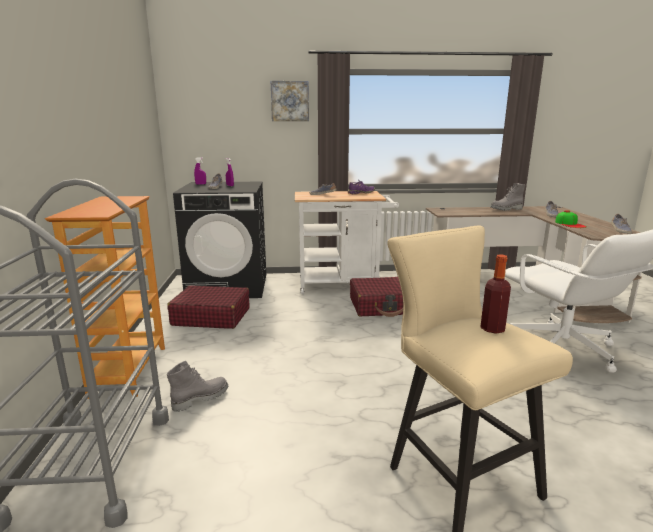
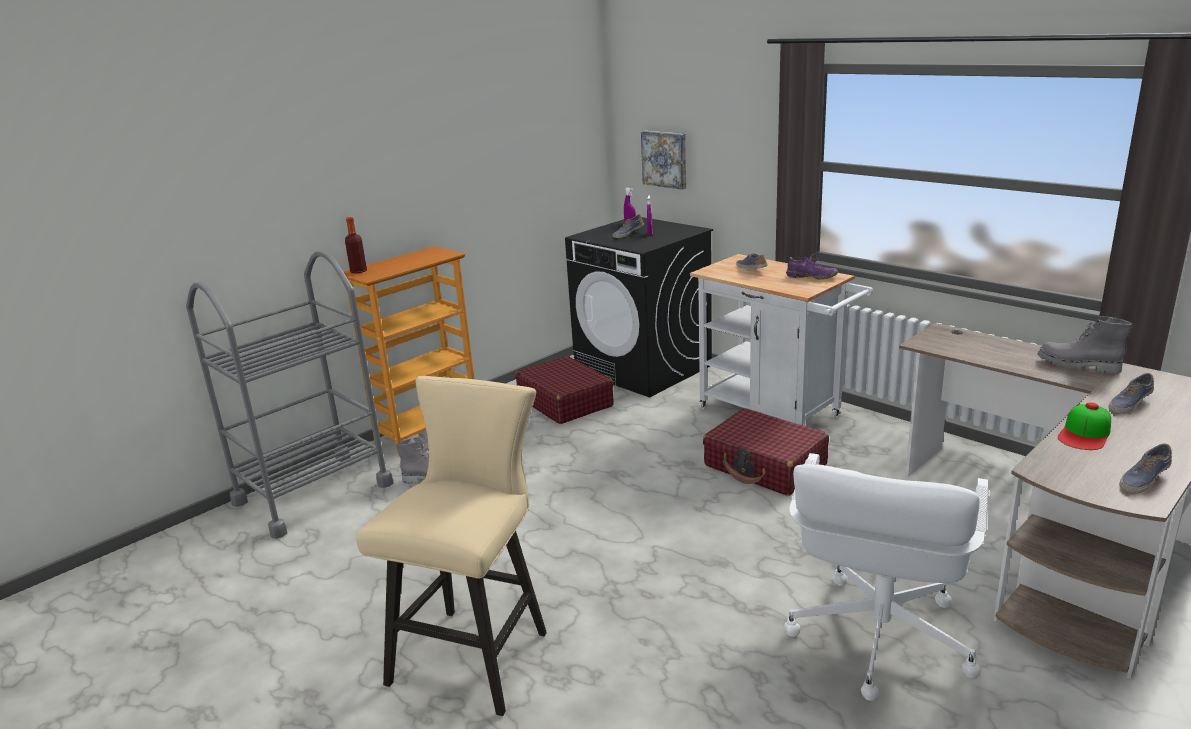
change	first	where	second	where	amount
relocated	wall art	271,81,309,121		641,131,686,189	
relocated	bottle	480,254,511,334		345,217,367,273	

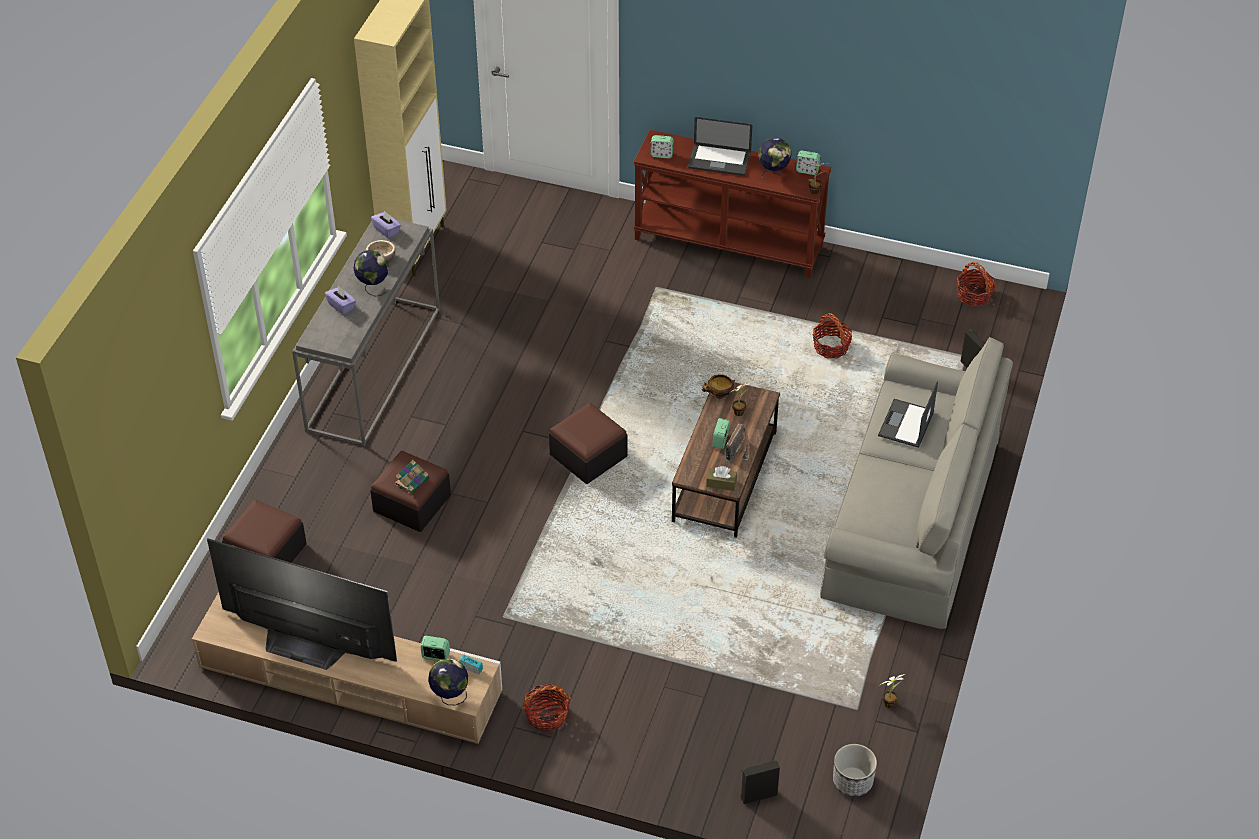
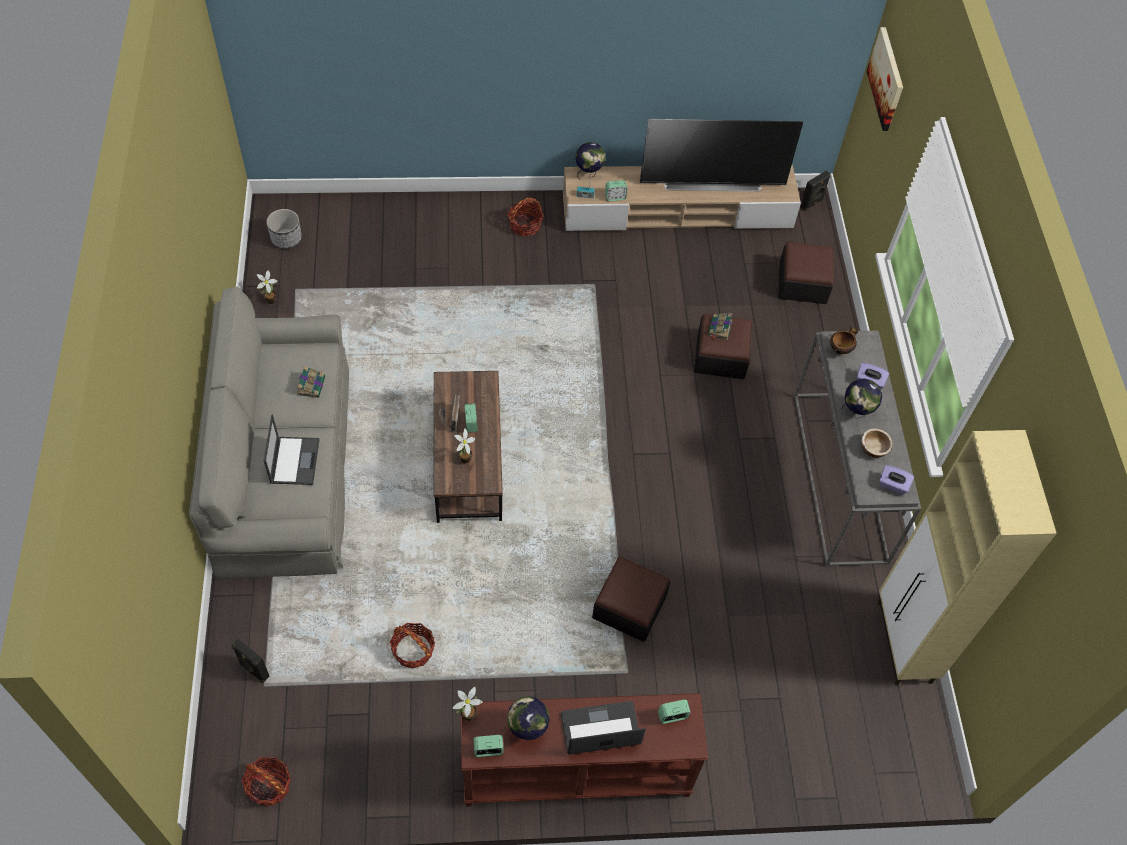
change	first	where	second	where	amount
relocated	bowl	702,374,735,399		830,326,858,355	
relocated	ottoman	549,403,627,484		592,557,671,642	
missing	brownish tissue box	706,466,737,491			
relocated	black-coloured loudspeaker	740,760,780,804		800,171,831,211	
appeared			wall art	867,27,903,131	
appeared			volume	297,366,325,398	

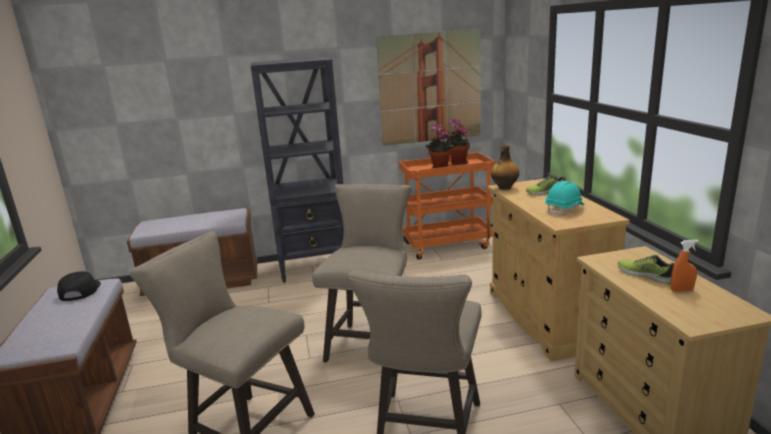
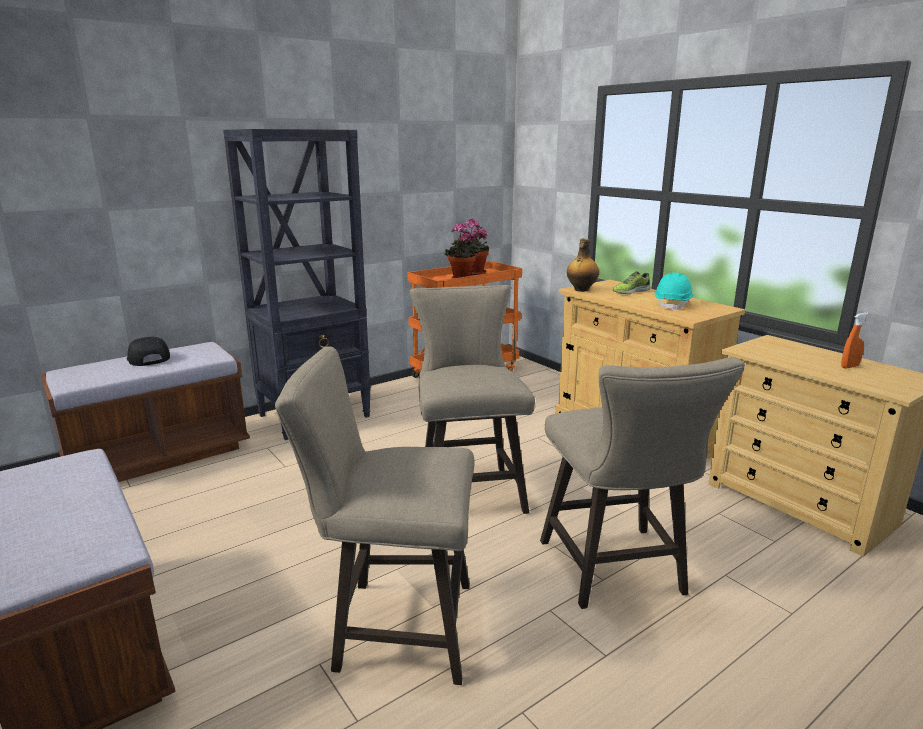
change	first	where	second	where	amount
missing	wall art	376,29,481,146			
missing	low shoe	618,255,675,285			
relocated	black-coloured baseball cap	57,271,101,301		126,337,170,366	

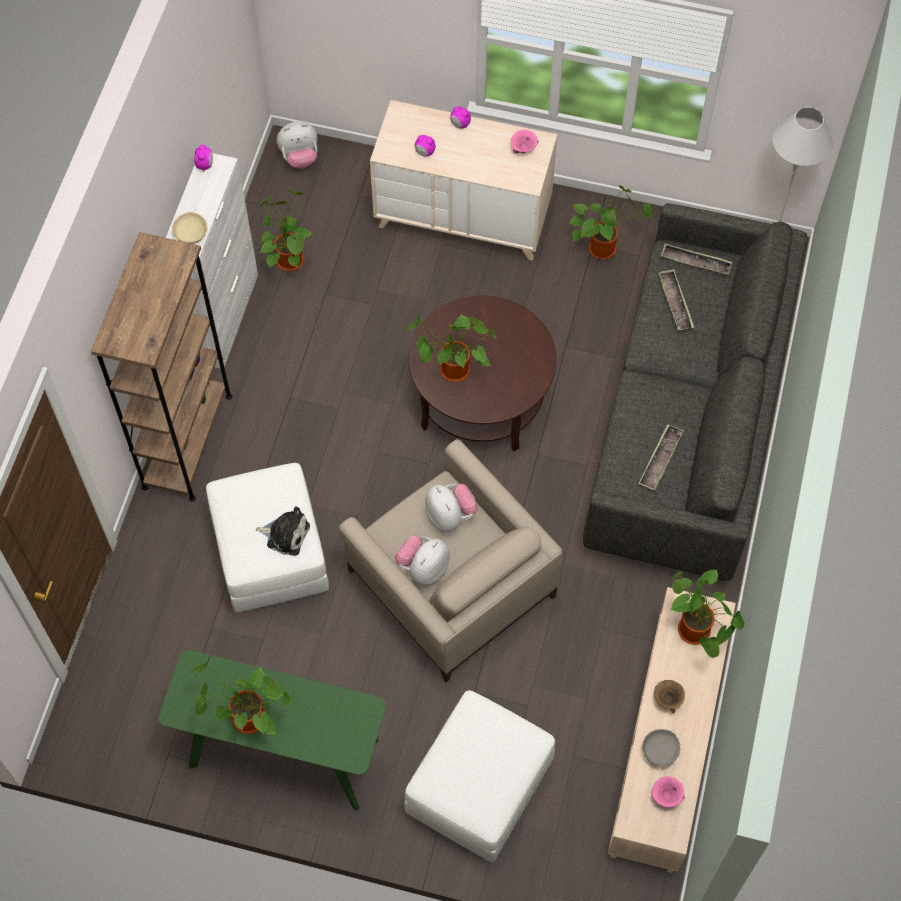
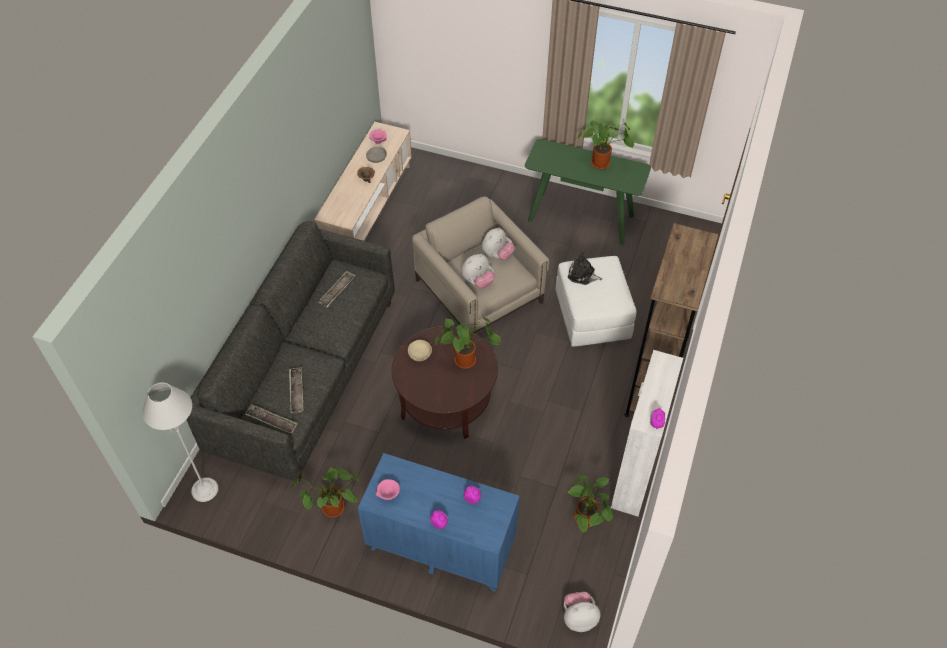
change	first	where	second	where	amount
colour	beige-coloured drawer chest	370,100,557,261	blue drawer chest	358,453,520,592	
relocated	beige-coloured bowl	172,212,208,244		408,340,432,361	
spun	cuddly toy	425,484,477,532		461,254,495,288	105 degrees counterclockwise
missing	potted plant	670,570,745,658			
missing	white ottoman	404,690,555,862			

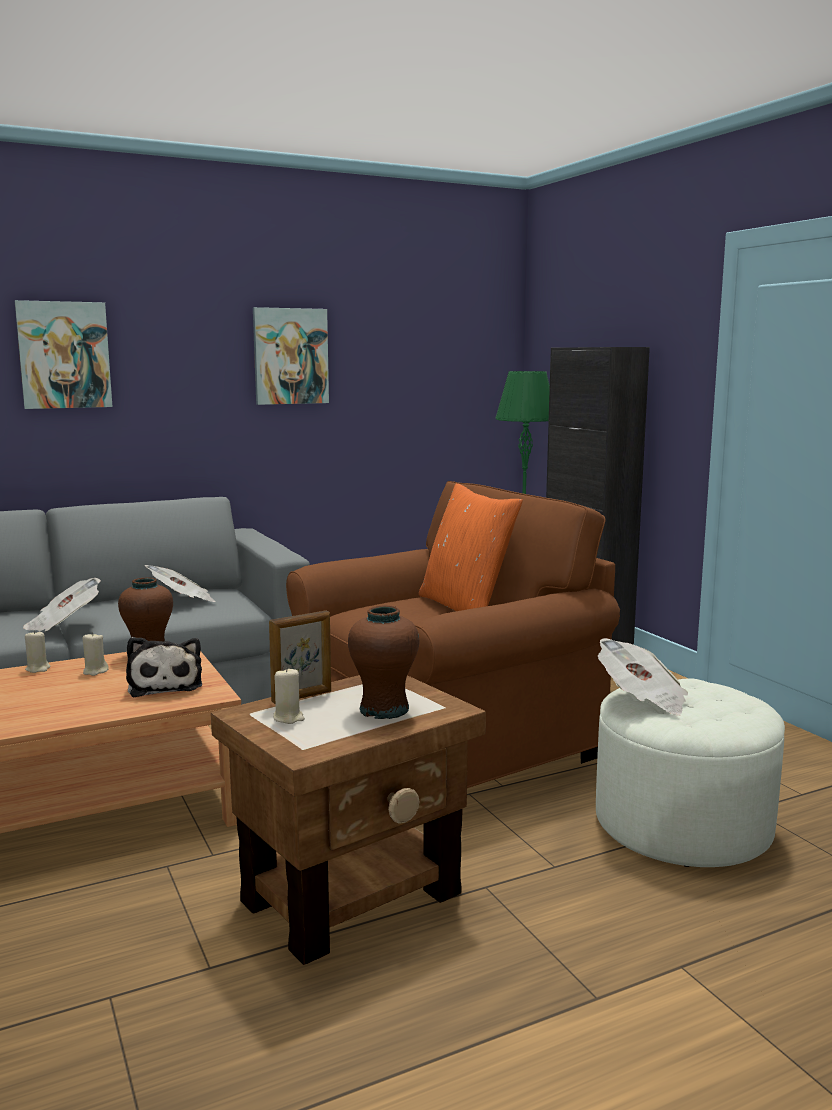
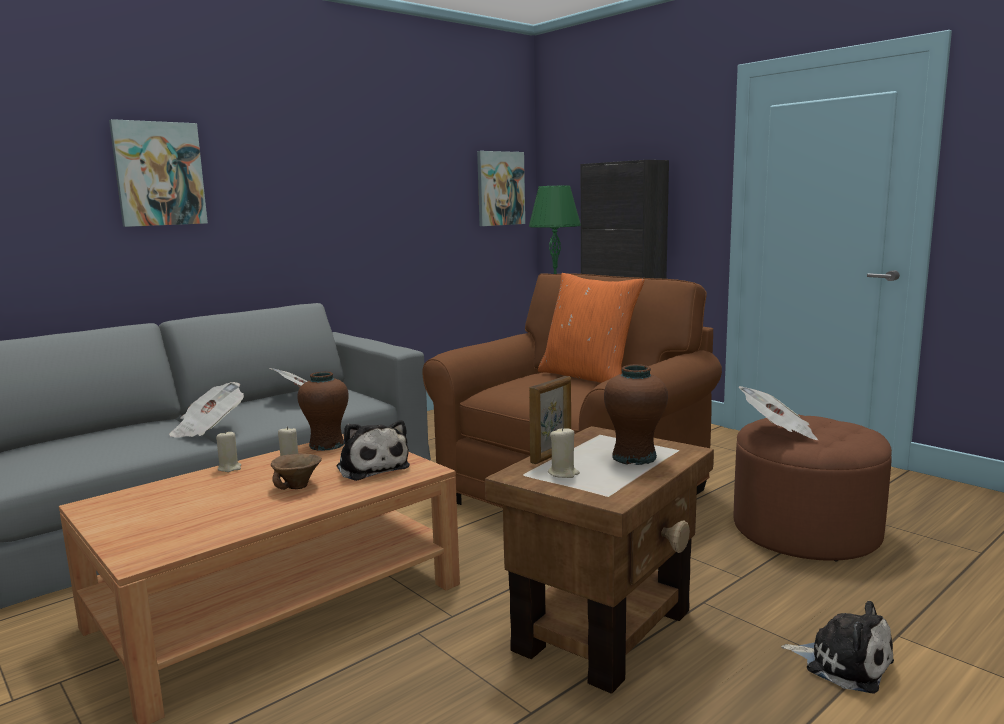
change	first	where	second	where	amount
relocated	wall art	253,307,329,405		477,151,525,226	
colour	white ottoman	596,678,785,867	brownish ottoman	734,414,892,561	
appeared			brownish bowl	271,454,322,490	
appeared			cuddly toy	781,601,894,693	

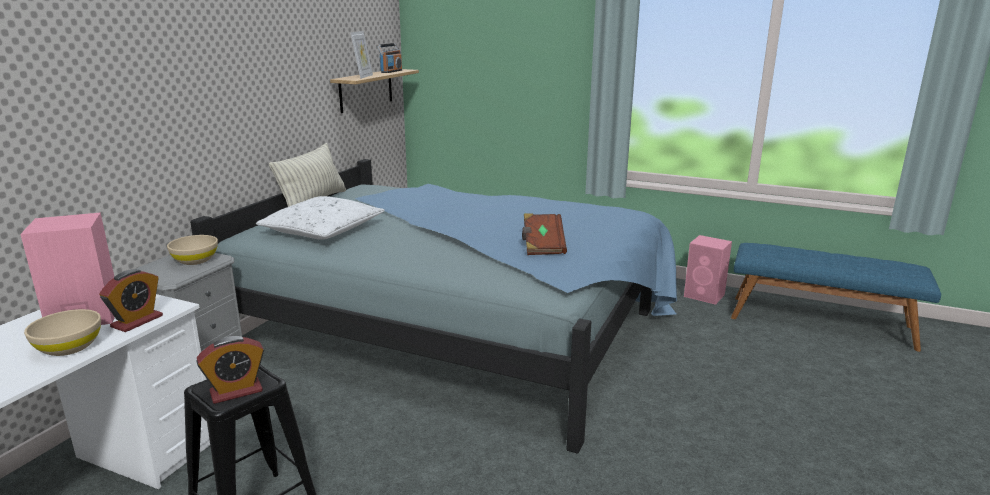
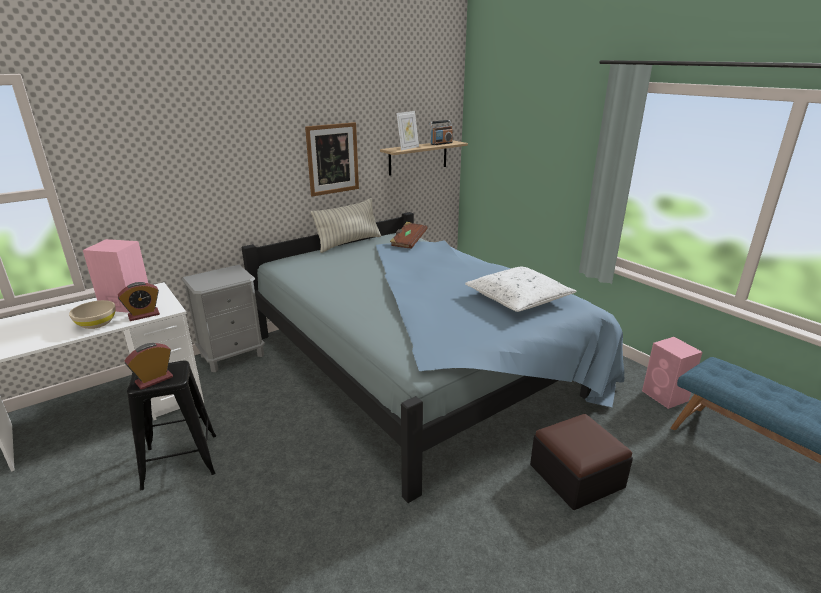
change	first	where	second	where	amount
relocated	white throw pillow	256,196,385,240		465,267,577,312	
relocated	brownish volume	522,213,567,255		390,222,428,249	
missing	beige-coloured bowl	167,235,218,265			
spun	table clock	196,336,264,404		124,343,173,390	135 degrees clockwise
appeared			wall art	305,122,359,197	
appeared			ottoman	530,414,633,510	

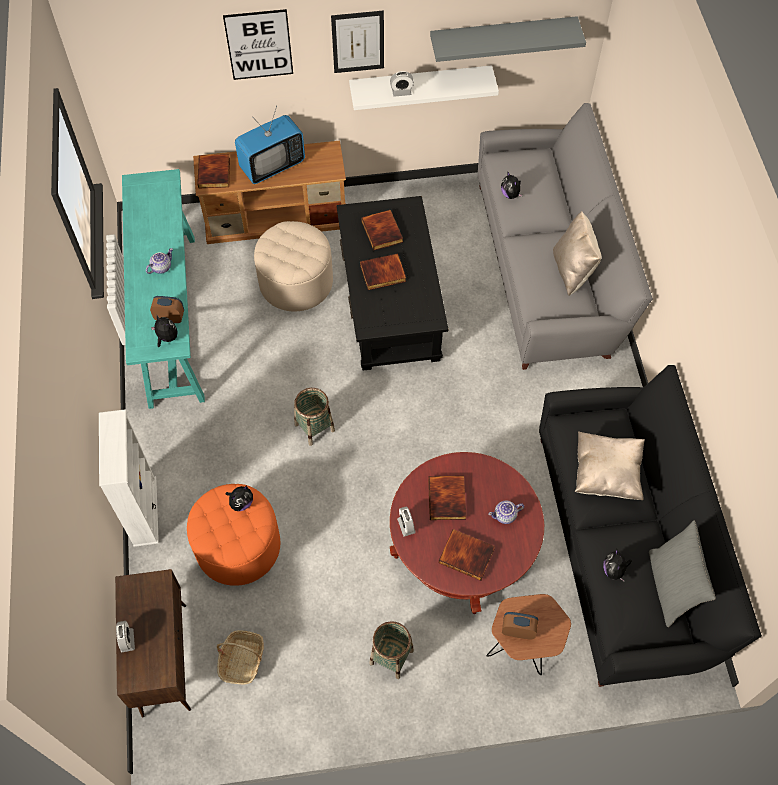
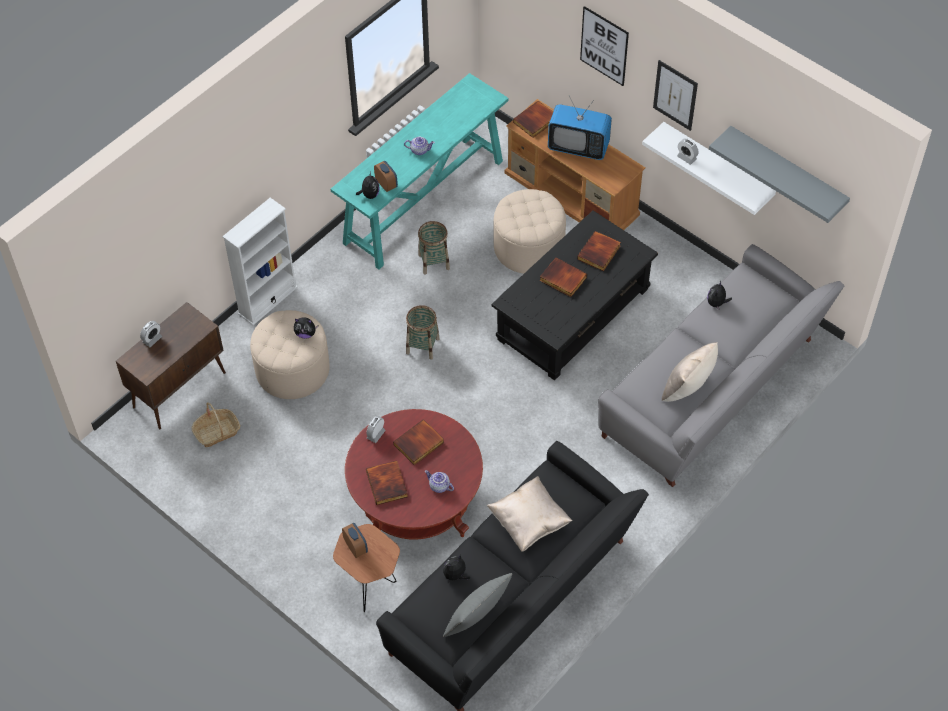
change	first	where	second	where	amount
colour	orange-coloured ottoman	187,484,280,586	beige-coloured ottoman	250,310,330,399	
relocated	basket	369,621,414,679		418,221,450,275	

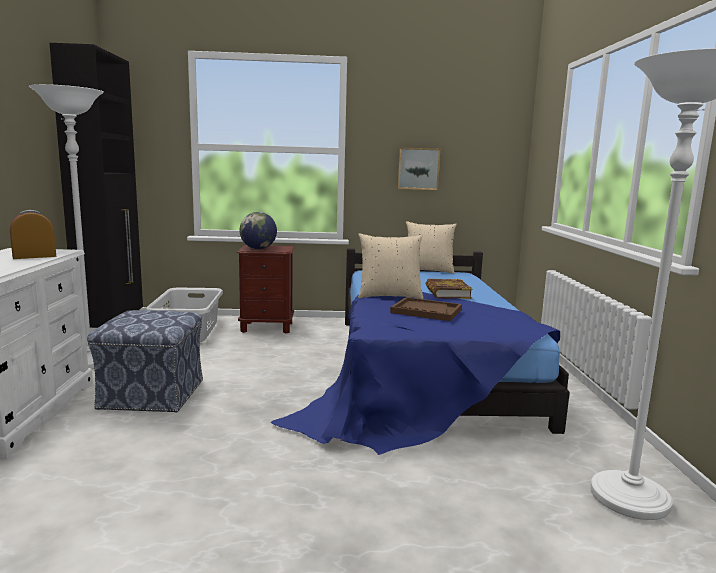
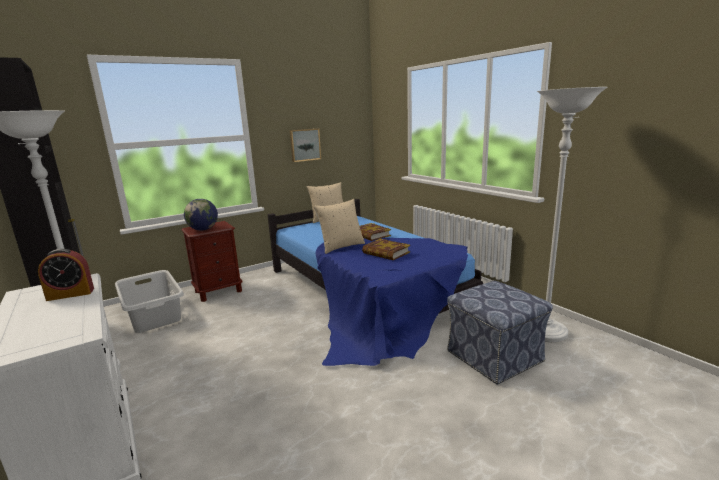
change	first	where	second	where	amount
spun	table clock	10,210,56,259		38,249,94,301	135 degrees counterclockwise
exchanged	brownish tray	390,297,462,321	volume	362,239,410,260	
relocated	ottoman	87,310,203,413		447,281,553,384	

